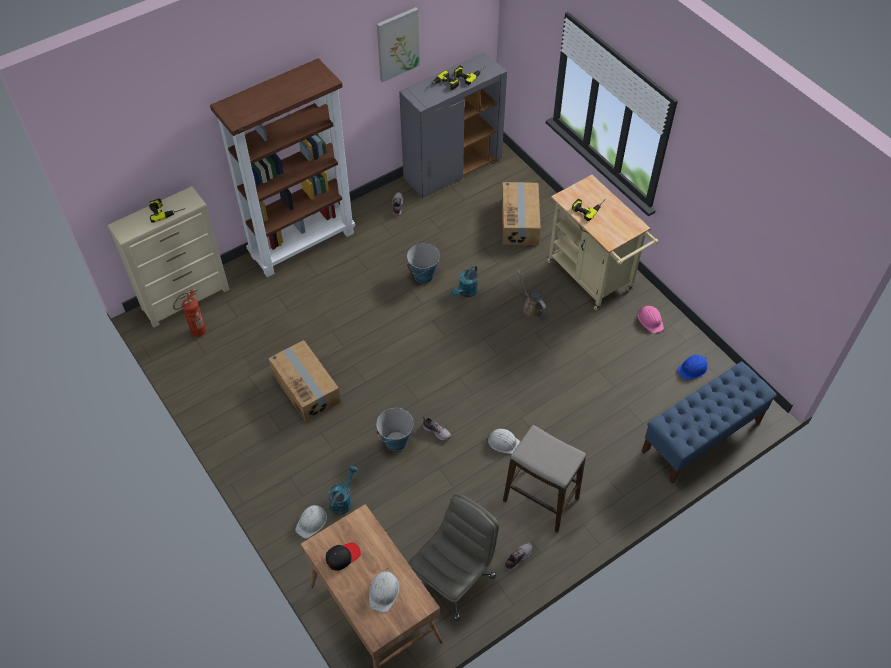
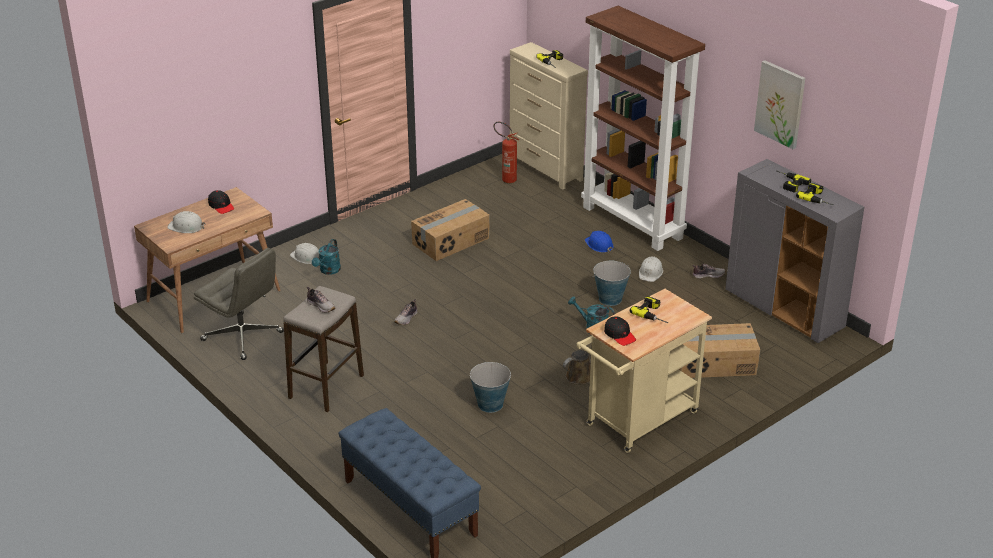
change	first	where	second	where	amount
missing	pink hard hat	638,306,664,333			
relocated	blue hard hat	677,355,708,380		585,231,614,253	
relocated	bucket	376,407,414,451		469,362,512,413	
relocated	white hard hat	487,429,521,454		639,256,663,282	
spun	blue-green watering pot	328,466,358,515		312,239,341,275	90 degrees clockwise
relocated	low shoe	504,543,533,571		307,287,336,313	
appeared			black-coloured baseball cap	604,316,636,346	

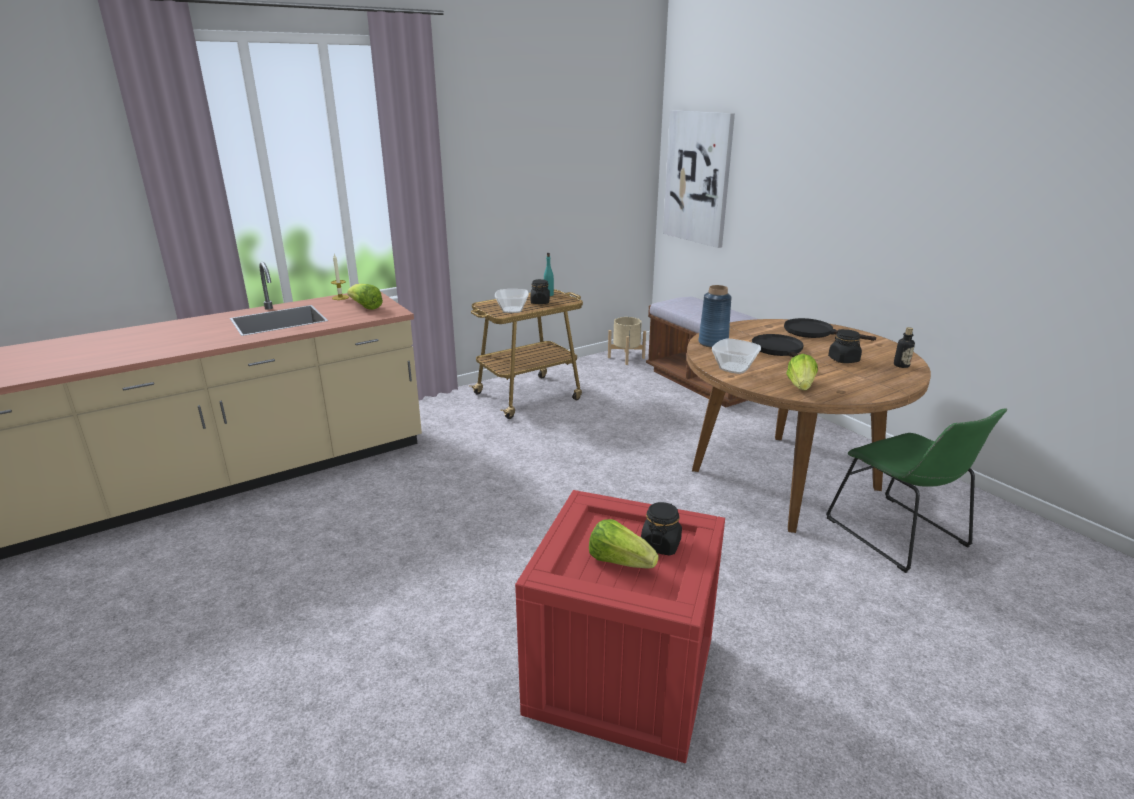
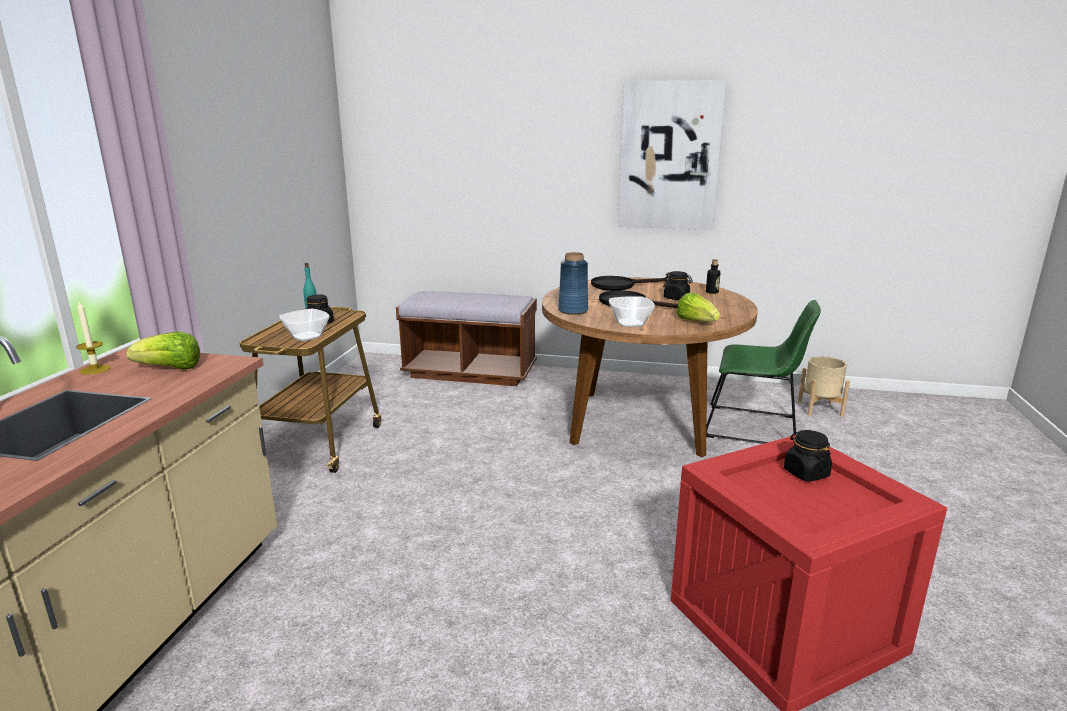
change	first	where	second	where	amount
relocated	wall art	663,110,735,248		618,80,726,230	
relocated	beige-coloured planter	608,317,646,365		798,356,850,417	
missing	head of lettuce	589,519,659,568			

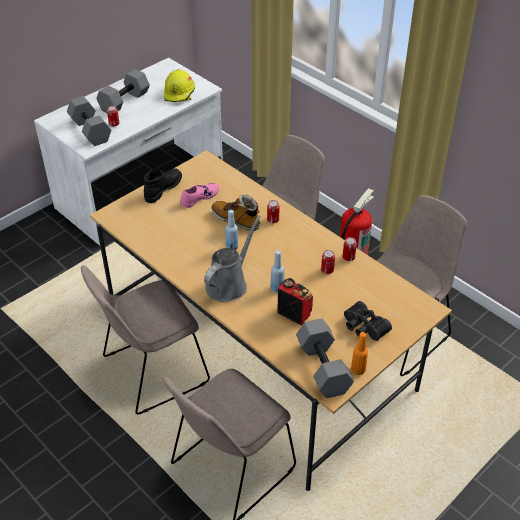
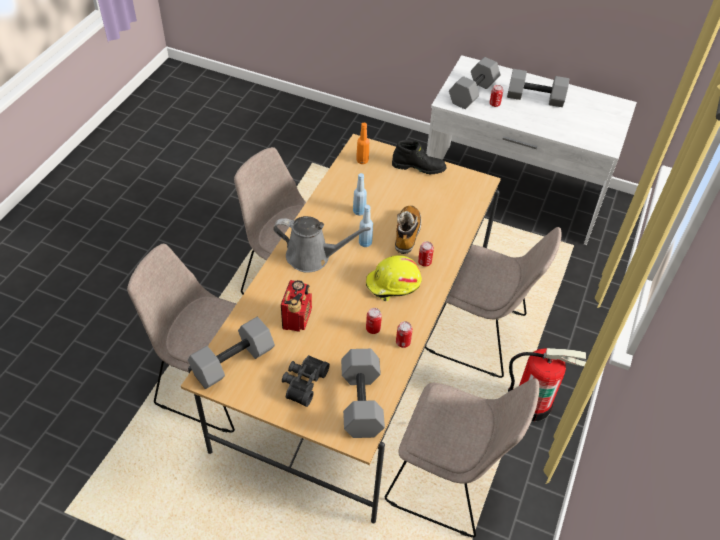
change	first	where	second	where	amount
relocated	yellow hard hat	164,69,195,102		366,255,422,301	
missing	pink low shoe	180,183,219,208			
relocated	blue bottle	271,250,284,292		353,173,367,216	
relocated	orange-coloured bottle	351,332,368,375		356,123,369,164	
appeared			gray free weight	341,349,385,438	

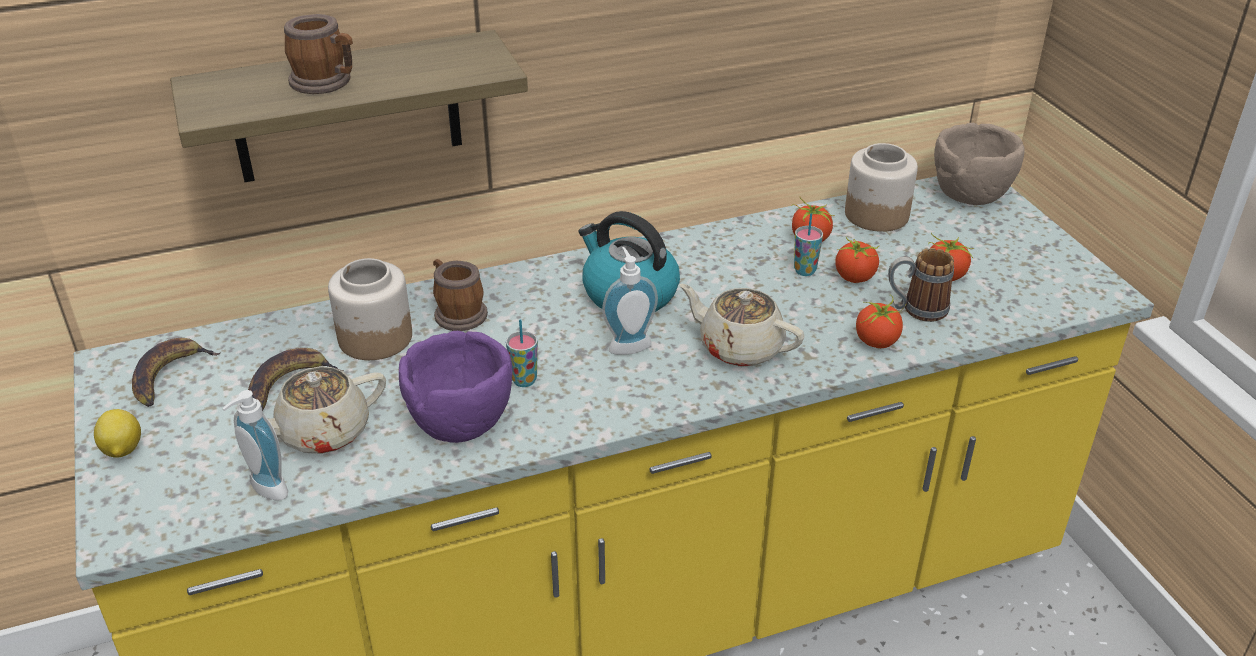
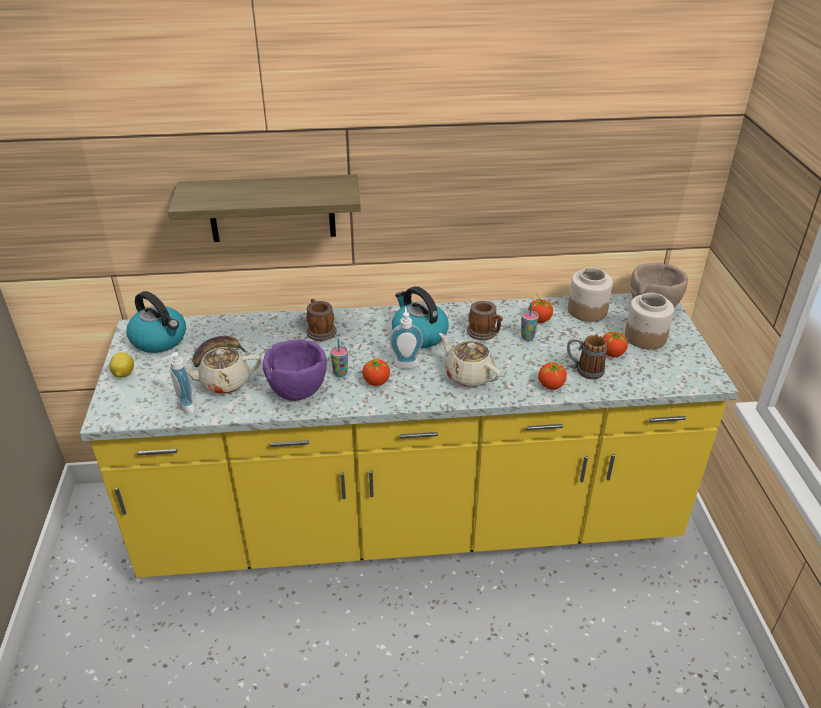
change	first	where	second	where	amount
relocated	mug	284,14,353,94		467,301,503,340	
relocated	fresh tomato	835,237,879,283		363,358,390,386	
relocated	storage jar	328,258,412,360		625,293,674,349	
exchanged	whole banana	132,338,220,407	tea kettle	126,291,186,353	

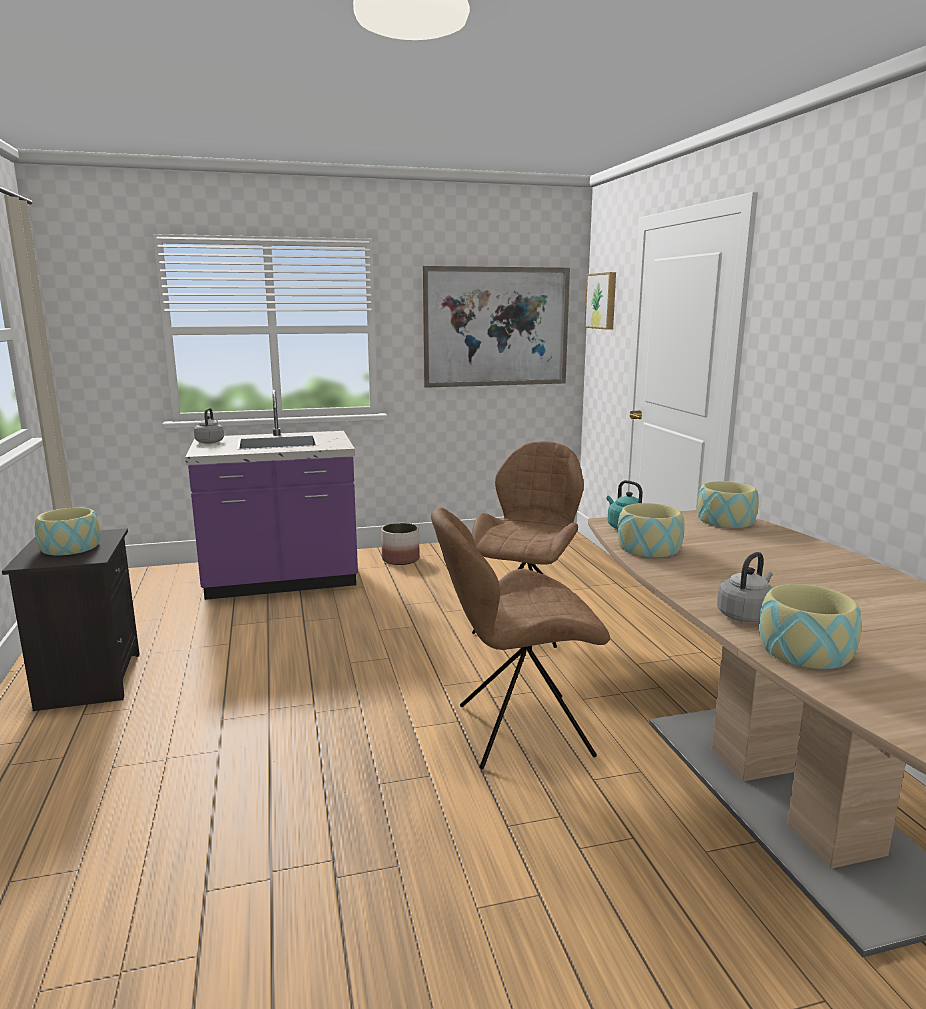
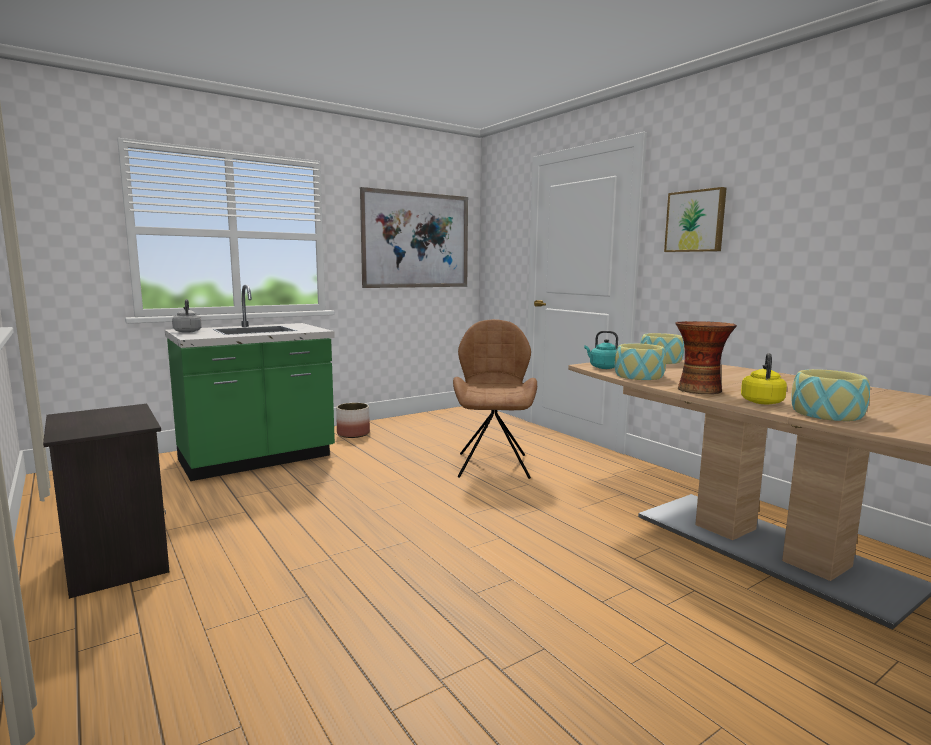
change	first	where	second	where	amount
relocated	wall art	584,272,616,329		664,187,727,252	
colour	purple-coloured counter	185,390,358,600	greenish counter	165,284,335,481	
missing	bowl	35,507,100,555			
missing	brownish chair	431,508,610,769			
colour	gray tea kettle	717,552,773,623	yellow tea kettle	741,353,787,404	
appeared			flower vase	675,321,737,394	

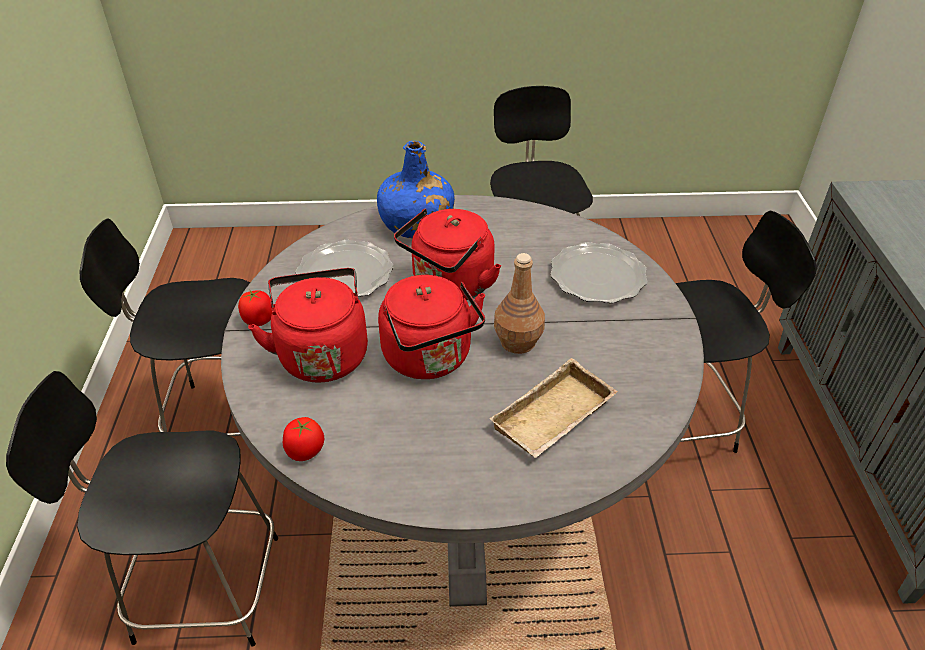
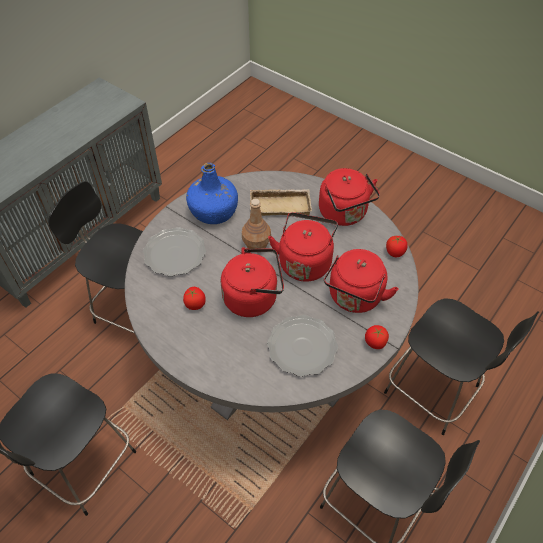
change	first	where	second	where	amount
relocated	blue bottle	377,141,455,239		186,163,238,224	
appeared			red tea kettle	319,168,380,226	
appeared			fresh tomato	183,287,206,310	

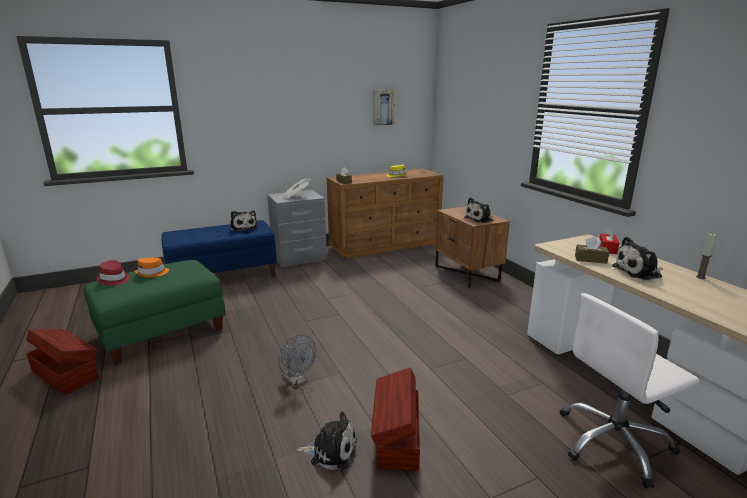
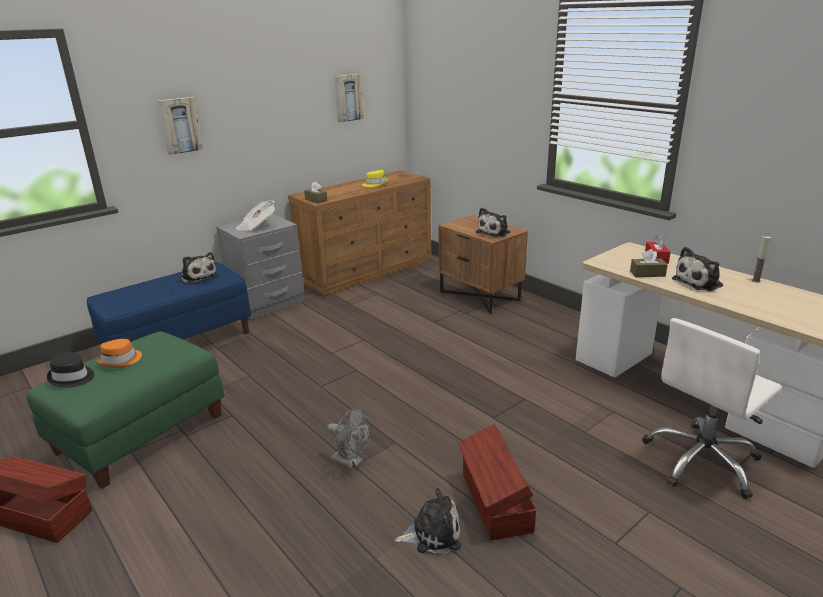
change	first	where	second	where	amount
colour	red wearable hat	96,260,130,286	black-coloured wearable hat	47,352,95,388	
appeared			wall art	158,97,203,155	

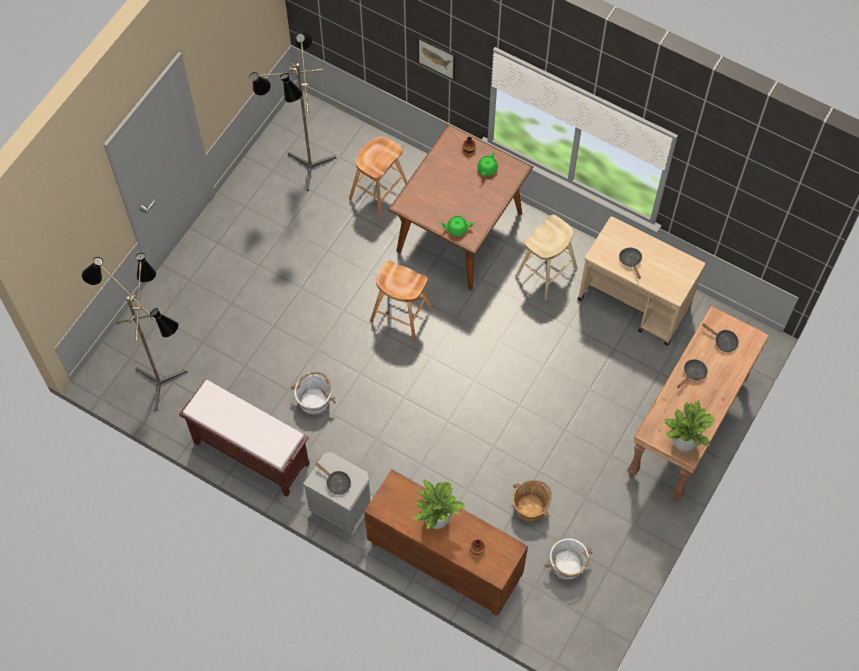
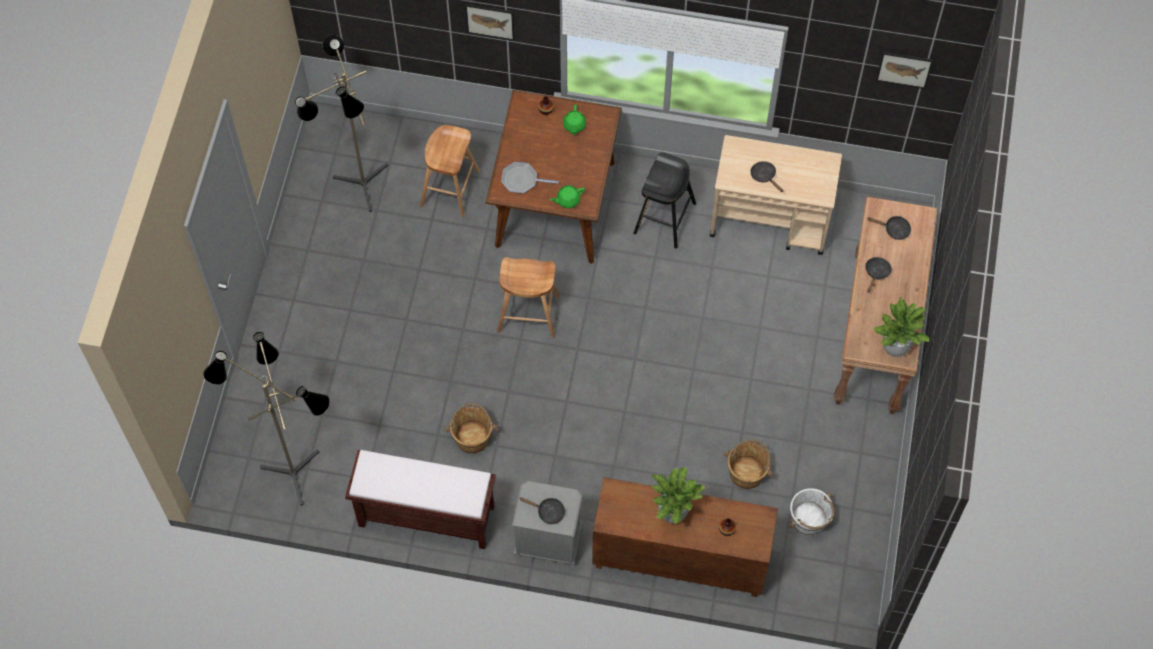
change	first	where	second	where	amount
colour	beige-coloured sitting stool	515,215,577,301	black-coloured sitting stool	634,153,696,249	
colour	white bucket	291,372,336,415	brownish bucket	444,403,499,453	
appeared			wall art	876,52,933,89	
appeared			skillet	501,162,558,193	

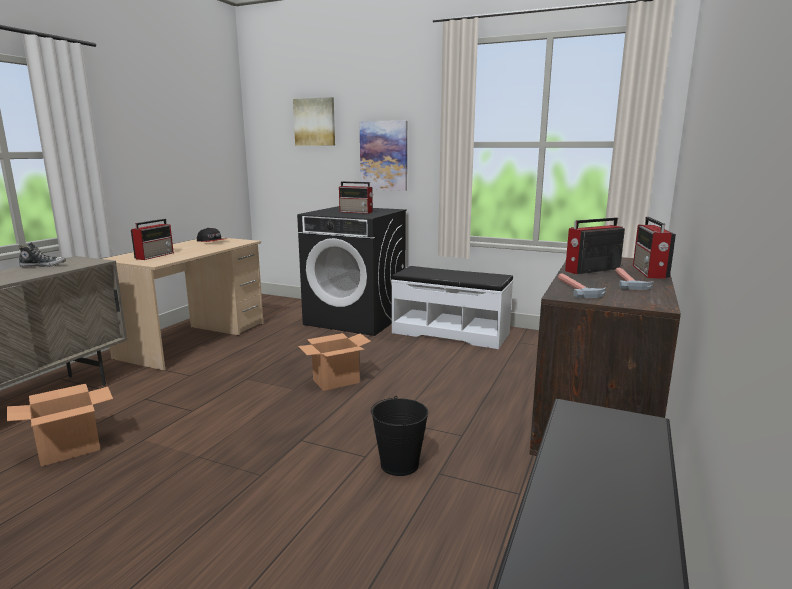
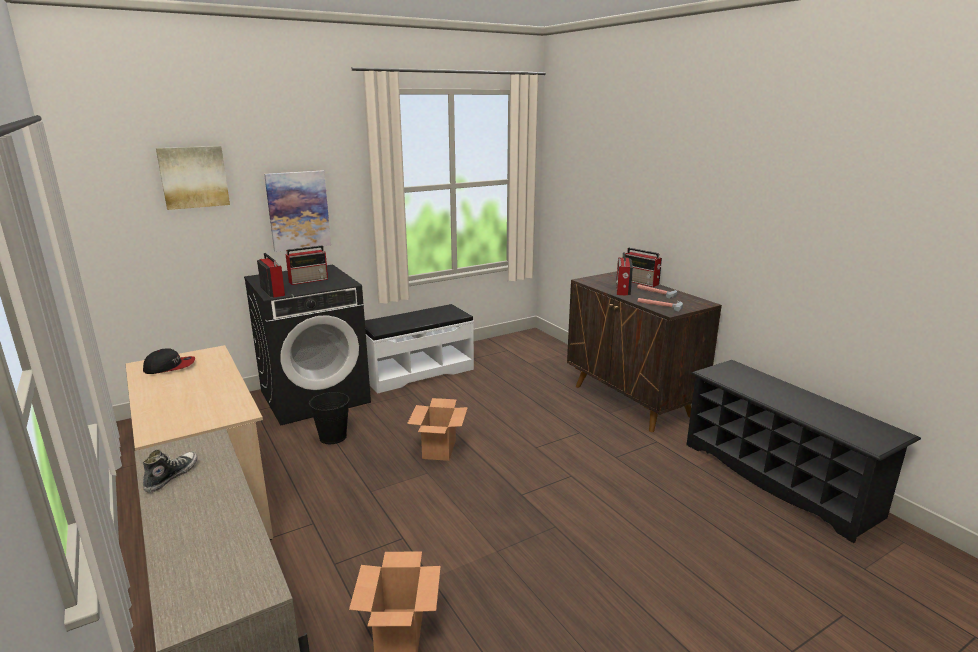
change	first	where	second	where	amount
relocated	radio receiver	131,219,174,260		257,253,285,298	
relocated	black-coloured bucket	371,396,428,476		309,392,349,444	

